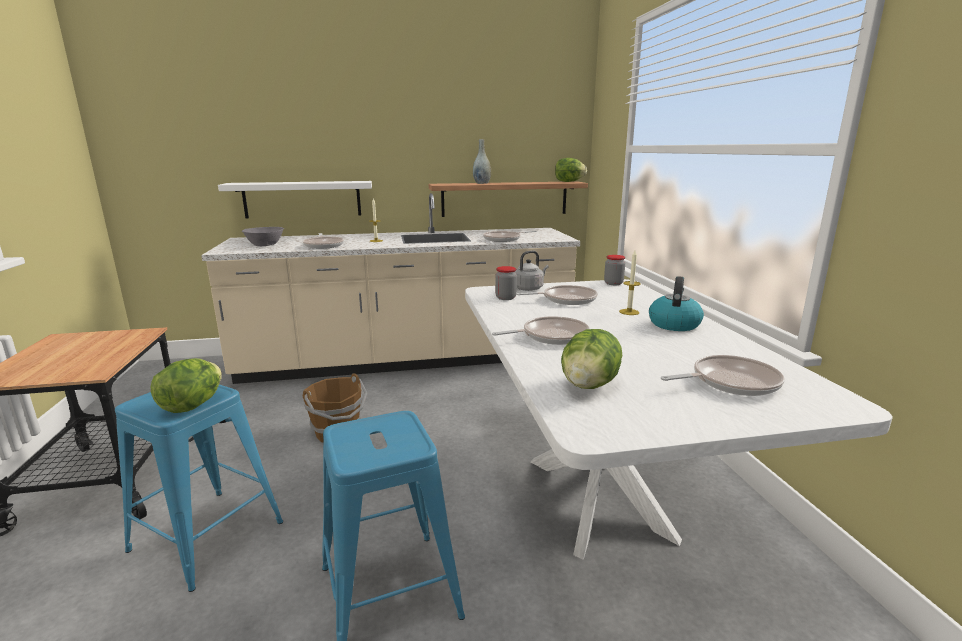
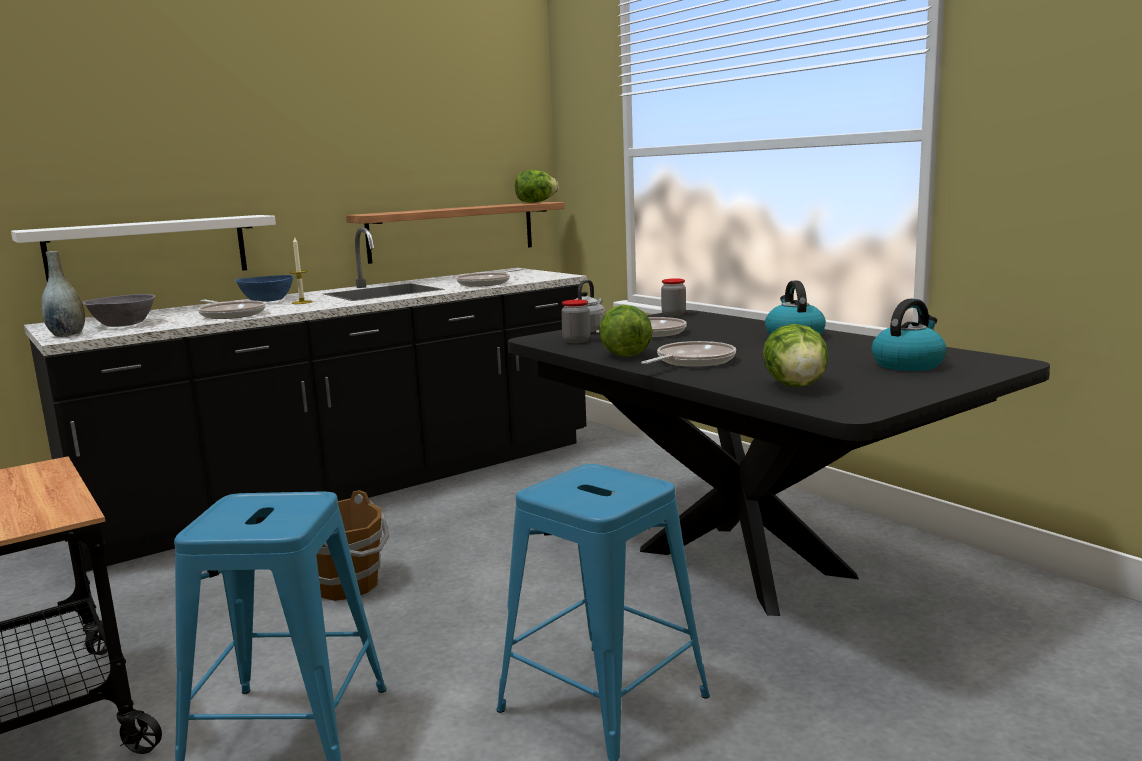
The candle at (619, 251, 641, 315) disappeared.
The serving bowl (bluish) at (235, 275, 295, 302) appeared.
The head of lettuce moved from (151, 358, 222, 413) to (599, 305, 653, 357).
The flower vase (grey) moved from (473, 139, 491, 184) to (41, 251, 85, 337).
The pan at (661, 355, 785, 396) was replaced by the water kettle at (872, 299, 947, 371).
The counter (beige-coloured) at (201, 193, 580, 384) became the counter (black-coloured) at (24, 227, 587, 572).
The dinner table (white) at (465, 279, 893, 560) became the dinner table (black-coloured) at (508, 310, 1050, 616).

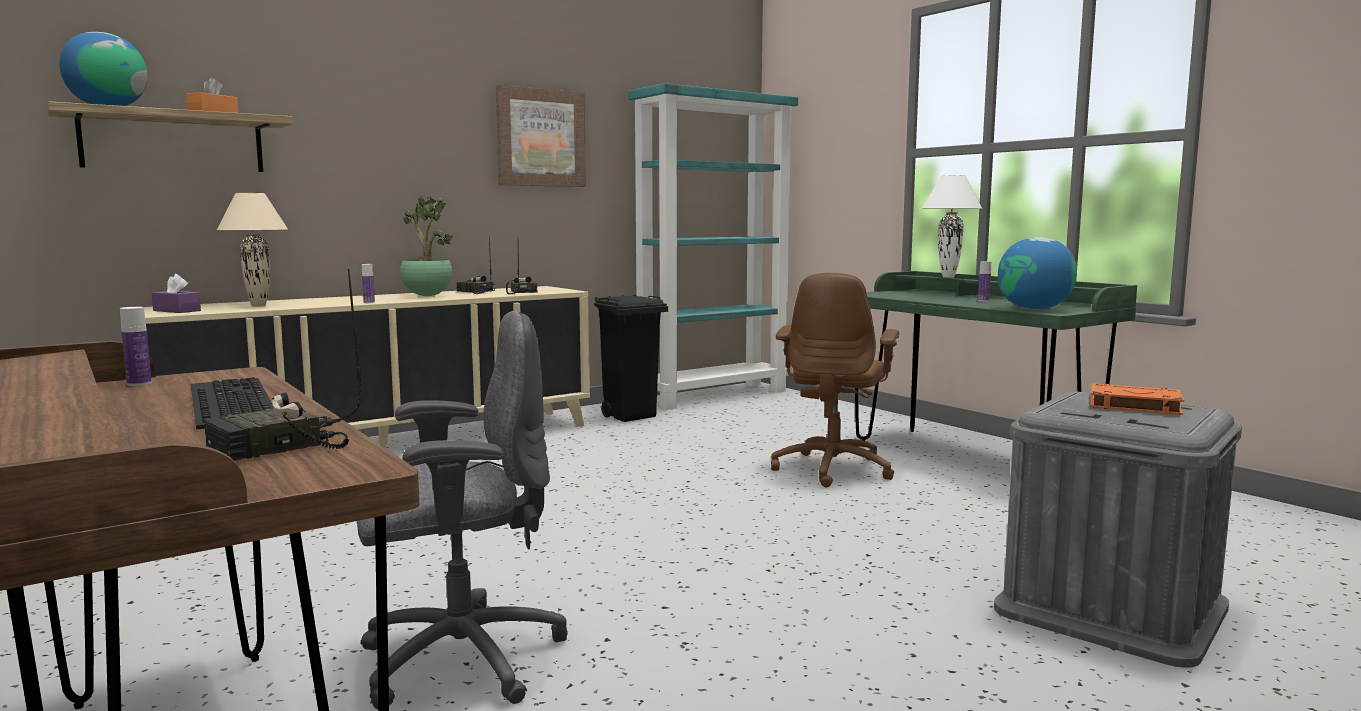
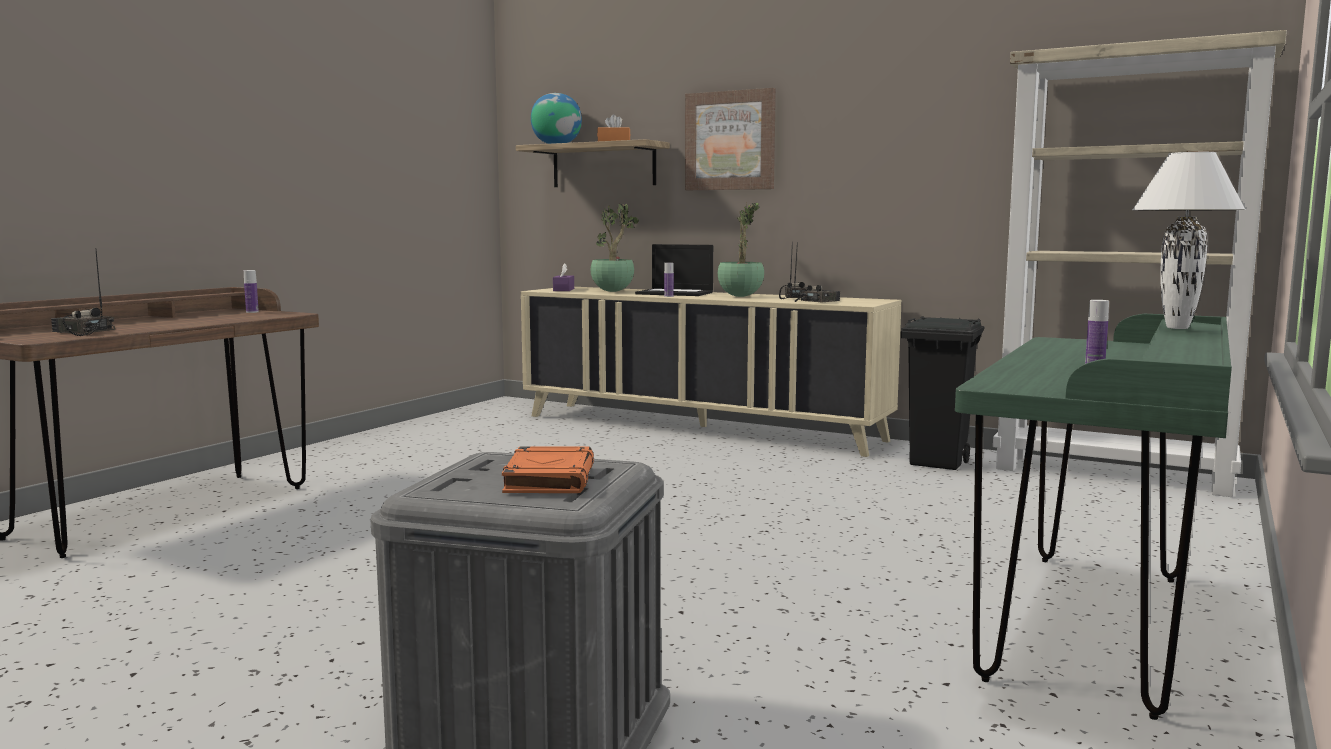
The PC keyboard at (191, 377, 273, 429) disappeared.
The office chair (grey) at (357, 311, 568, 709) disappeared.
The office chair (brownish) at (771, 273, 899, 488) disappeared.
The globe at (998, 237, 1077, 310) disappeared.
The laptop at (635, 244, 713, 296) appeared.
The wall art moved from (496, 85, 586, 187) to (685, 88, 776, 190).
The lamp for a table (beige-coloured) at (217, 193, 288, 306) was replaced by the potted plant at (591, 204, 639, 292).
The bookshelf (blue-green) at (628, 83, 798, 410) became the bookshelf (beige-coloured) at (993, 30, 1287, 497).

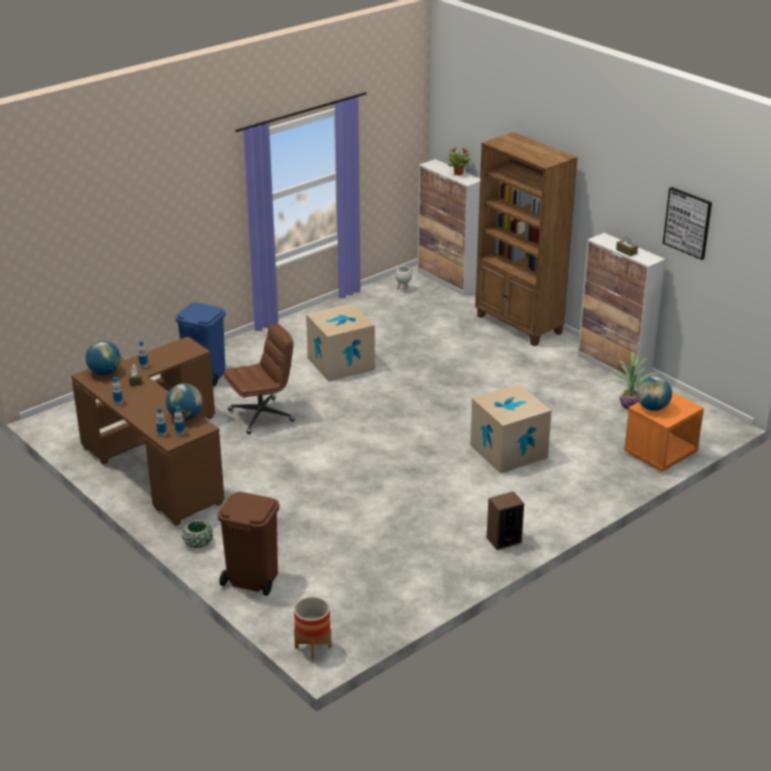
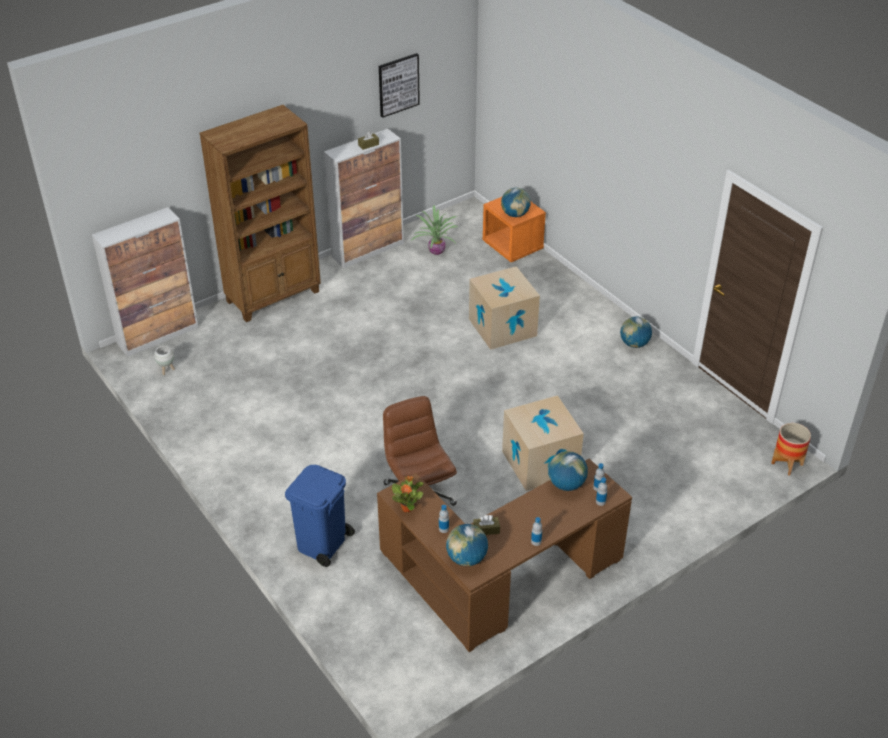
The flower pot (green) at (182, 520, 213, 548) disappeared.
The waste bin (brownish) at (218, 492, 279, 596) disappeared.
The packing box moved from (306, 303, 375, 382) to (502, 395, 584, 491).
The potted plant moved from (448, 147, 471, 175) to (392, 476, 424, 512).
The speaker at (487, 491, 524, 550) was replaced by the globe at (620, 317, 652, 348).

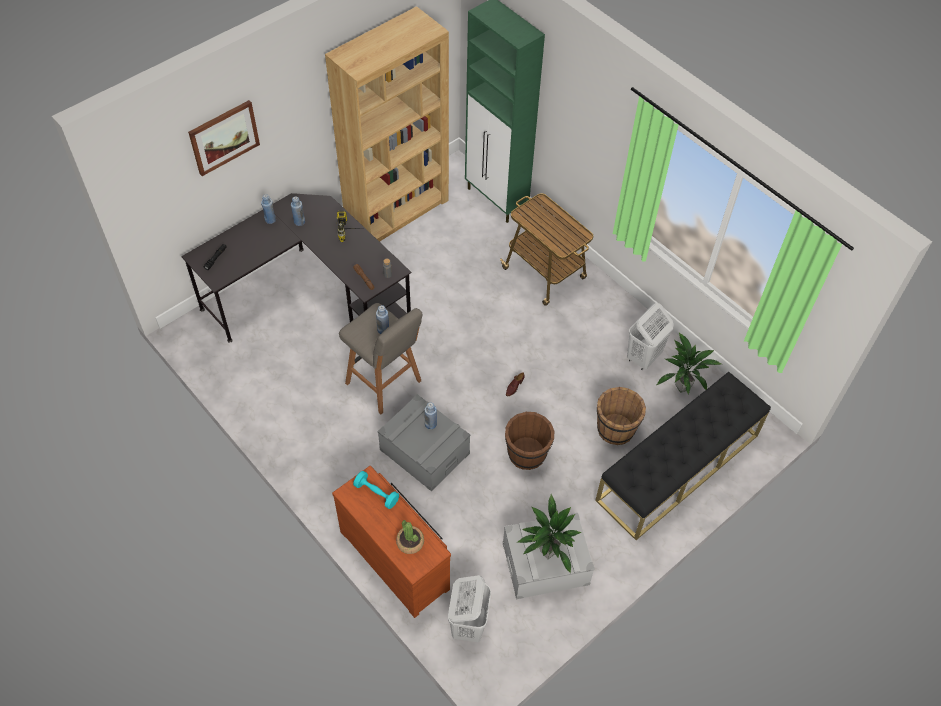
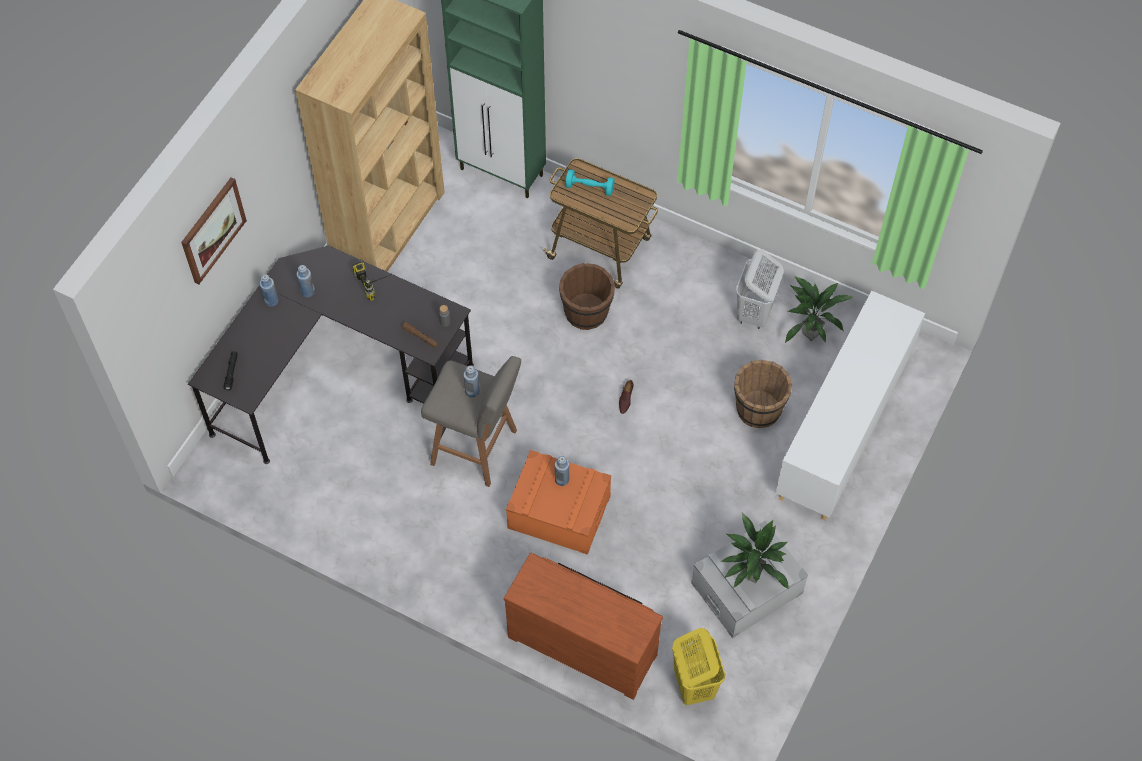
The potted plant at (396, 520, 424, 554) disappeared.
The dumbbell (blue-green) moved from (353, 471, 399, 509) to (565, 169, 615, 196).
The pail (brownish) moved from (505, 412, 554, 470) to (559, 263, 615, 330).
The long seat (black-coloured) at (595, 372, 771, 540) was replaced by the storage cabinet (white) at (776, 291, 925, 520).
The storage box (grey) at (378, 394, 471, 492) became the storage box (orangey) at (506, 450, 611, 555).
The laundry basket (white) at (448, 575, 491, 642) became the laundry basket (yellow-coloured) at (672, 628, 725, 705).

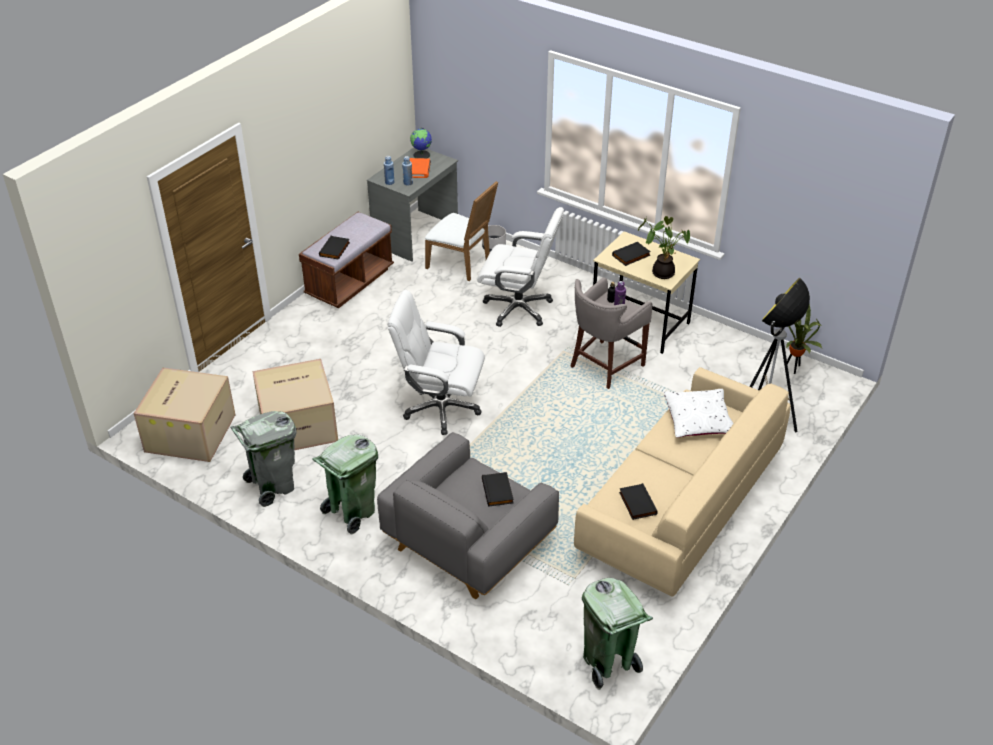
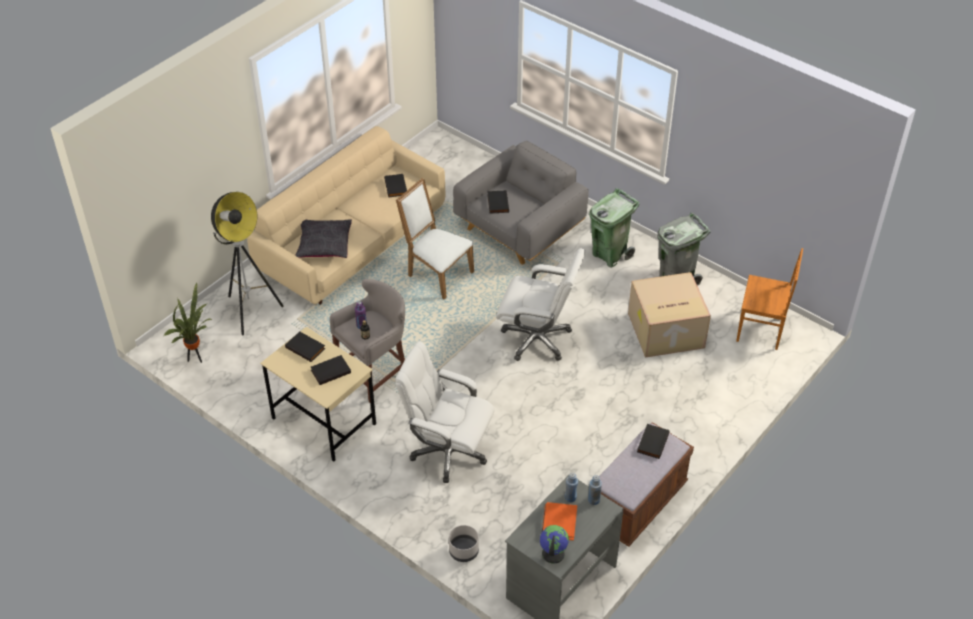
The waste bin (green) at (582, 578, 653, 690) disappeared.
The chair (white) moved from (425, 181, 498, 281) to (396, 178, 474, 300).
The packing box at (134, 368, 235, 462) was replaced by the chair (brownish) at (736, 248, 803, 350).
The potted plant at (638, 216, 690, 279) was replaced by the bound book (black-coloured) at (285, 331, 326, 362).
The cushion (white) at (664, 389, 733, 438) became the cushion (black-coloured) at (295, 220, 352, 258).

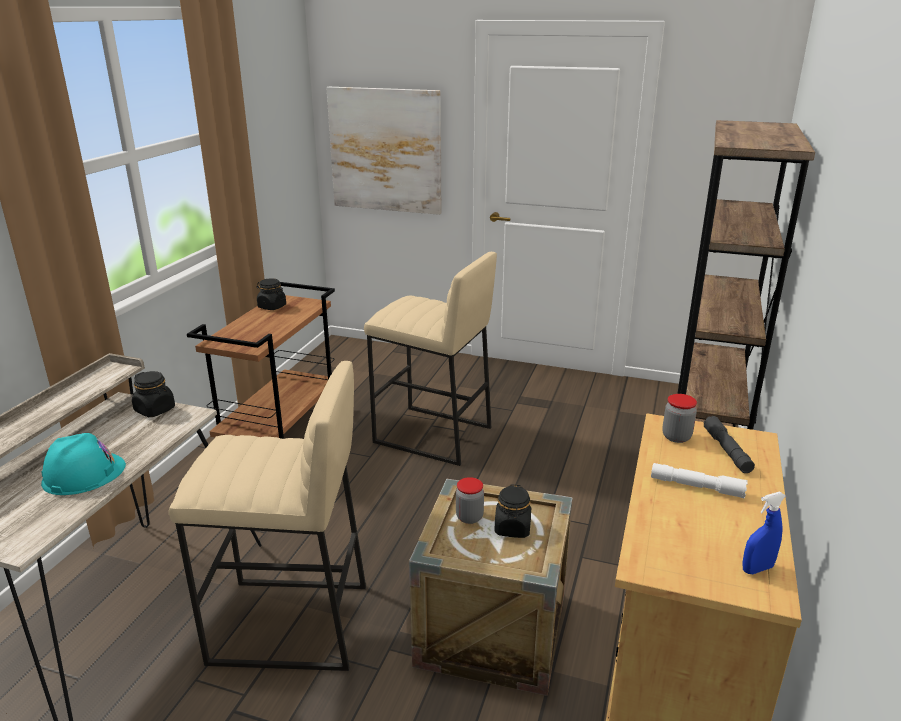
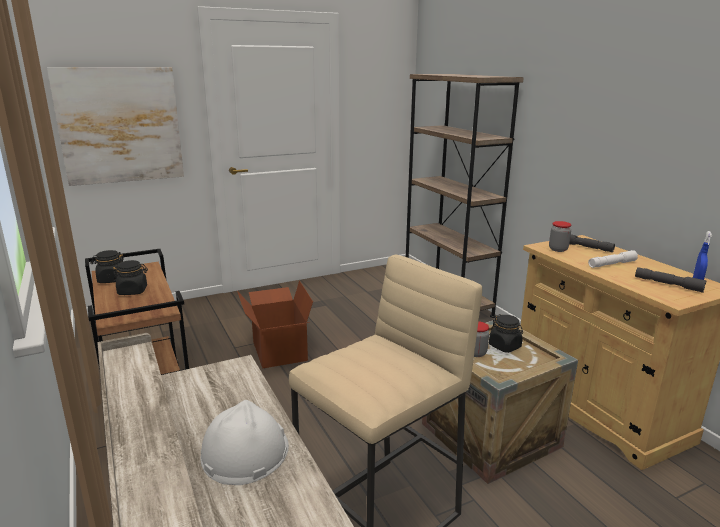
The flashlight (grey) at (635, 267, 707, 293) appeared.
The jar (black-coloured) moved from (132, 371, 175, 417) to (113, 260, 148, 295).
The stool (beige-coloured) at (364, 252, 497, 466) was replaced by the packing box at (237, 281, 313, 369).
The safety helmet (blue-green) at (41, 433, 126, 495) became the safety helmet (white) at (201, 400, 289, 485).

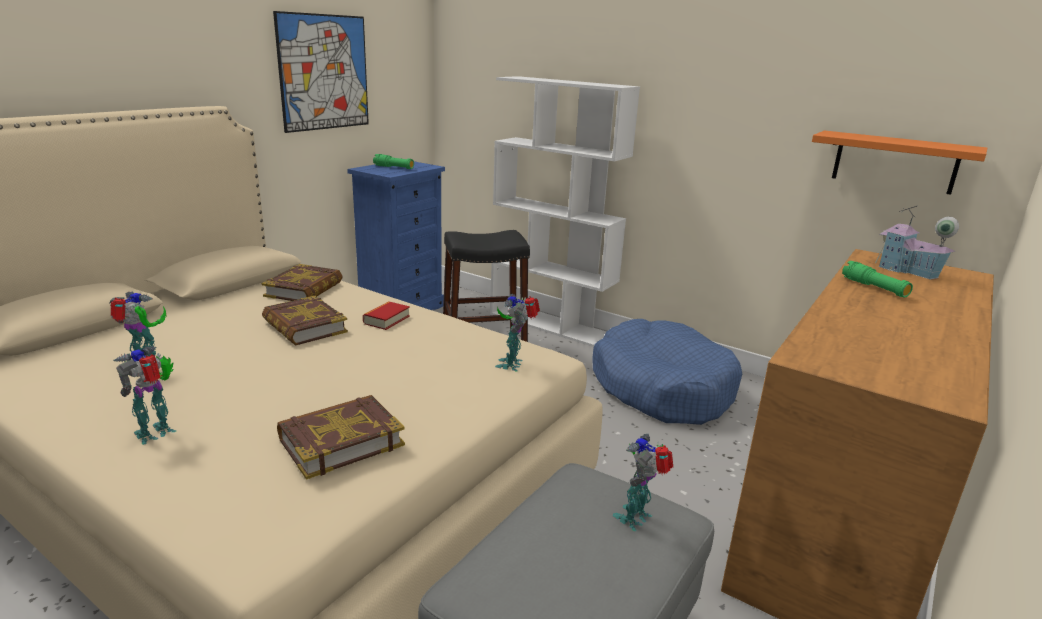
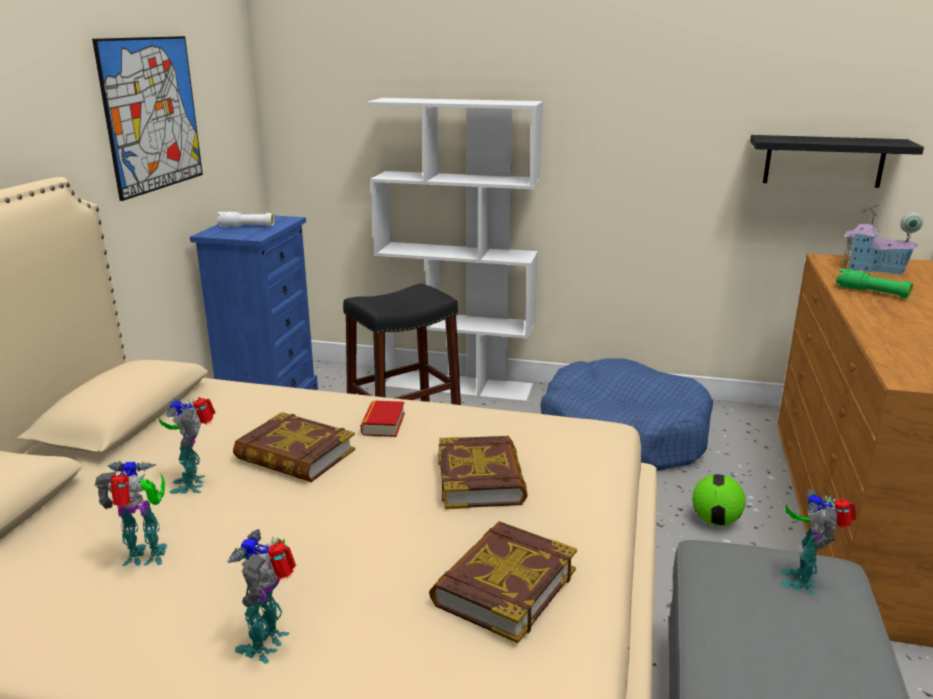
The football at (692, 474, 745, 526) appeared.
The bound book moved from (262, 264, 343, 301) to (439, 436, 528, 509).
The toy robot moved from (495, 294, 540, 372) to (159, 397, 216, 494).
The flashlight (green) at (373, 154, 414, 169) became the flashlight (white) at (217, 211, 274, 227).
The shelf (orangey) at (812, 130, 987, 195) became the shelf (black-coloured) at (750, 135, 924, 188).

